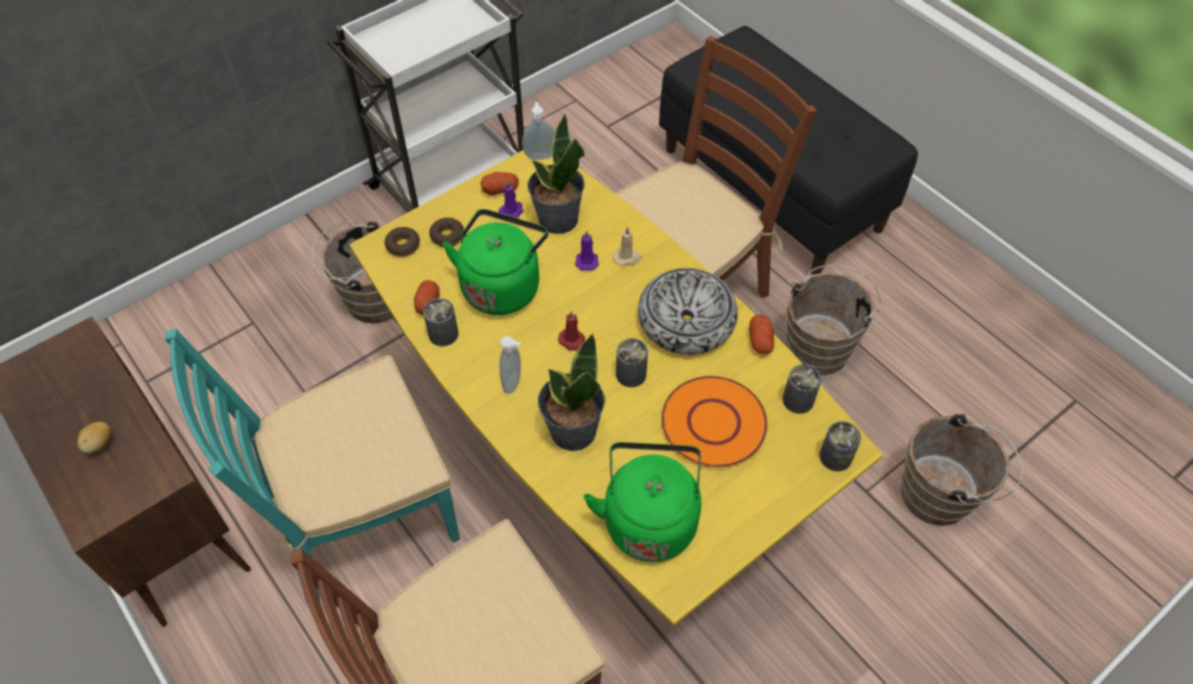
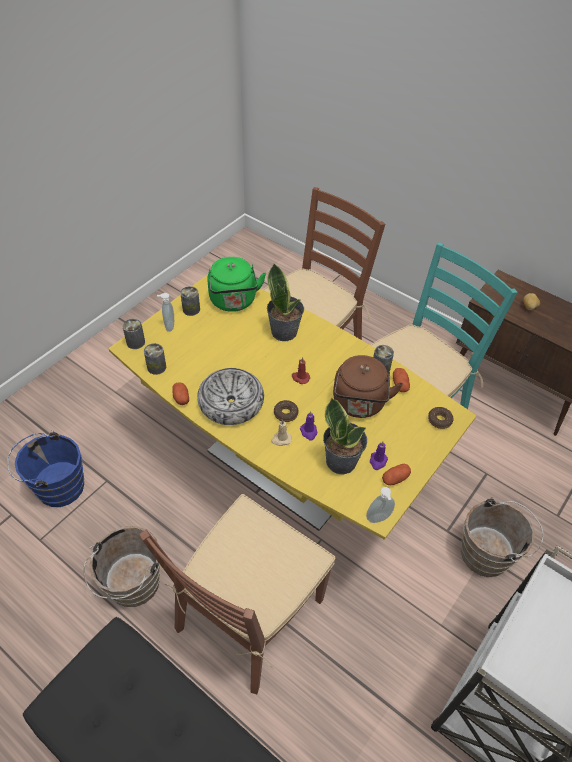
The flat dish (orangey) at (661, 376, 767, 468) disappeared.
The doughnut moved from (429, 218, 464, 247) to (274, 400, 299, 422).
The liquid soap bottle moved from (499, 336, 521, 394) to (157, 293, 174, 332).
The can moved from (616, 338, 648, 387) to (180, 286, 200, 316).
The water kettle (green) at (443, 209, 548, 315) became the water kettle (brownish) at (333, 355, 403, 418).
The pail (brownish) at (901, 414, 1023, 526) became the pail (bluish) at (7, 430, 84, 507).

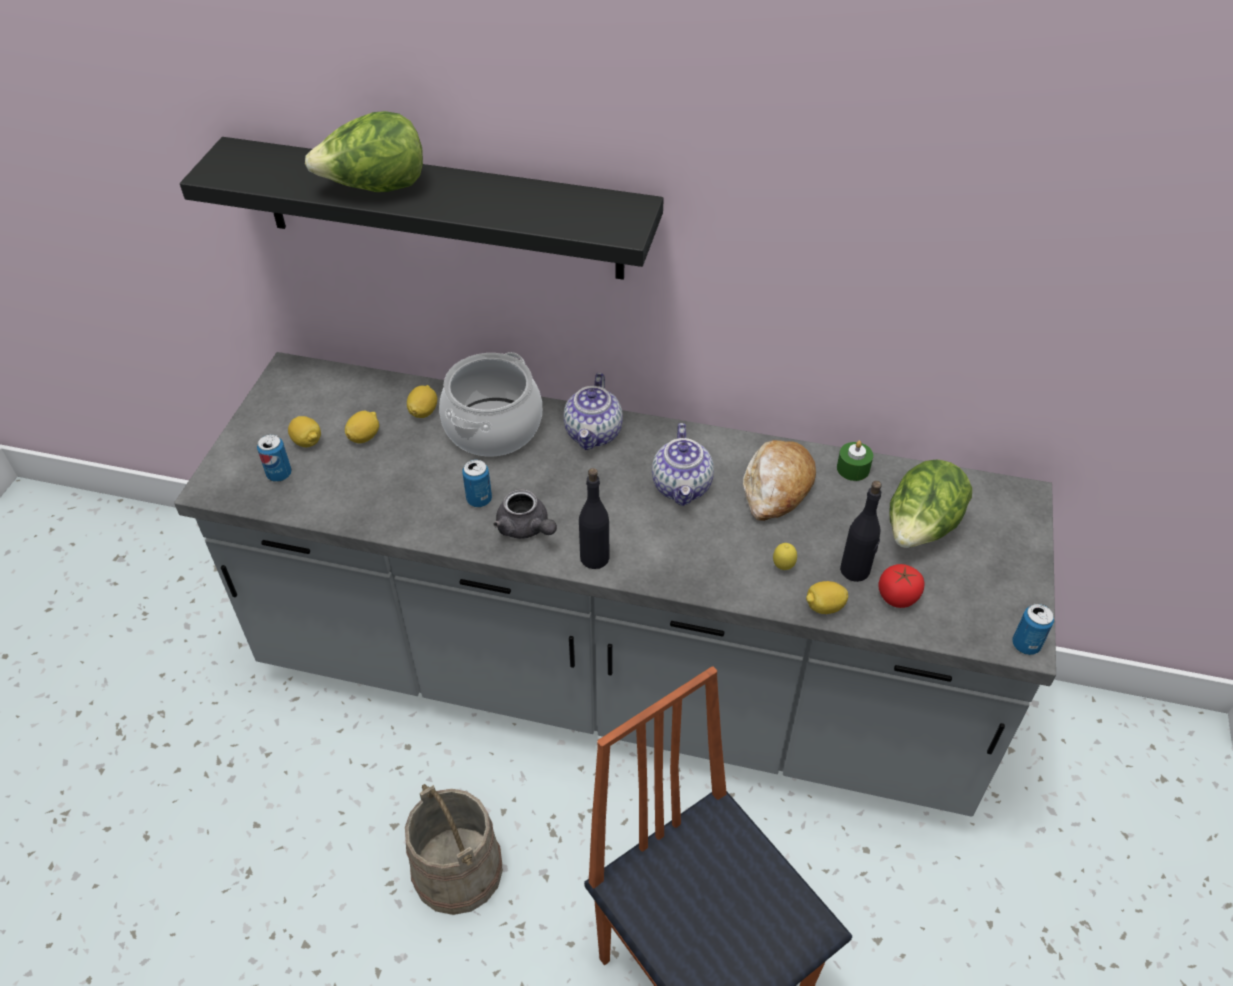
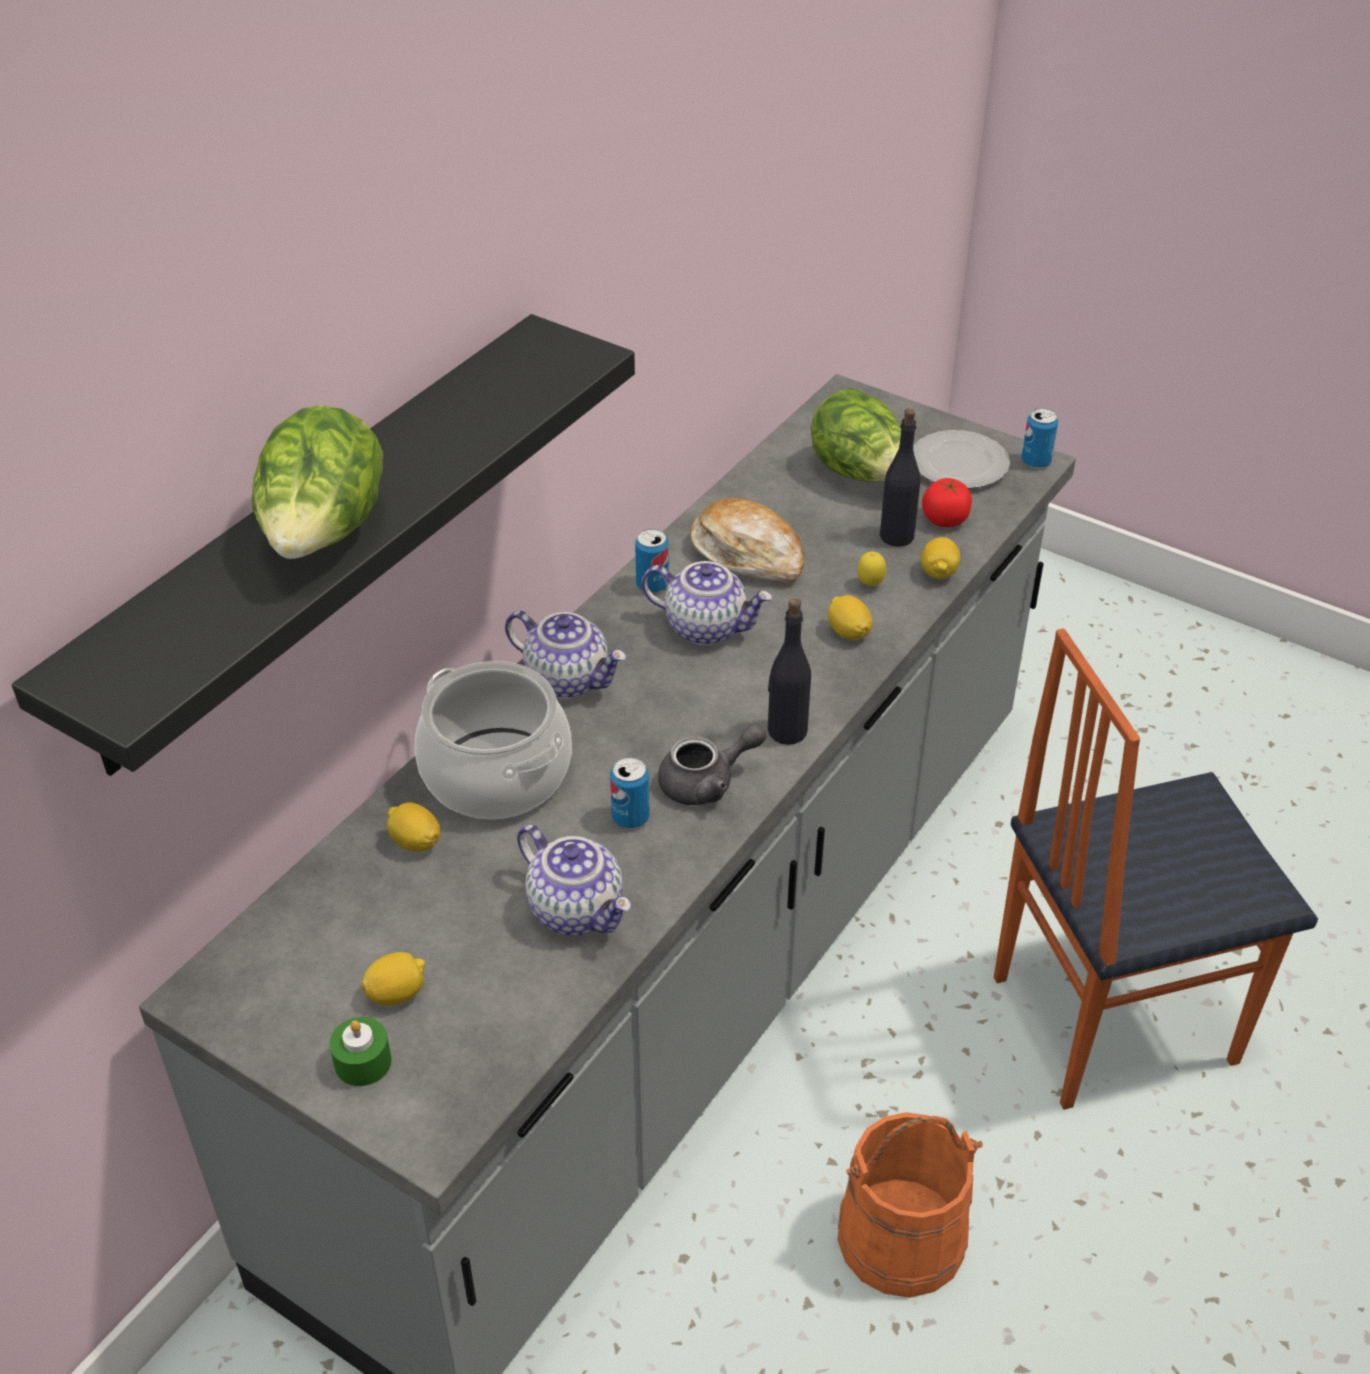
The pot for tea at (517, 824, 631, 935) appeared.
The flat dish at (913, 430, 1010, 489) appeared.
The can moved from (257, 434, 292, 482) to (635, 529, 669, 593).
The citrus fruit moved from (345, 411, 379, 443) to (828, 595, 873, 640).
The candle (green) moved from (837, 441, 873, 481) to (329, 1017, 392, 1086).
The pail (beige-coloured) at (405, 784, 503, 915) became the pail (orangey) at (837, 1112, 983, 1298).

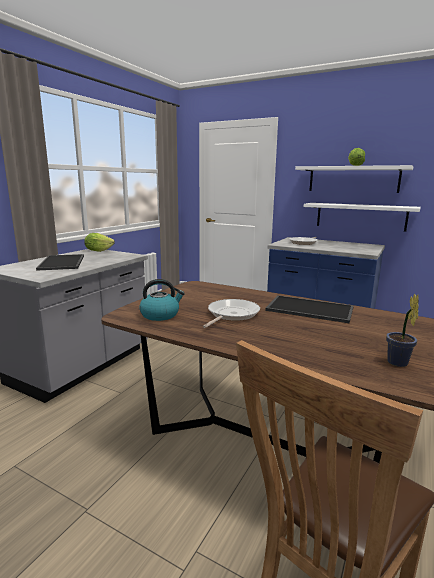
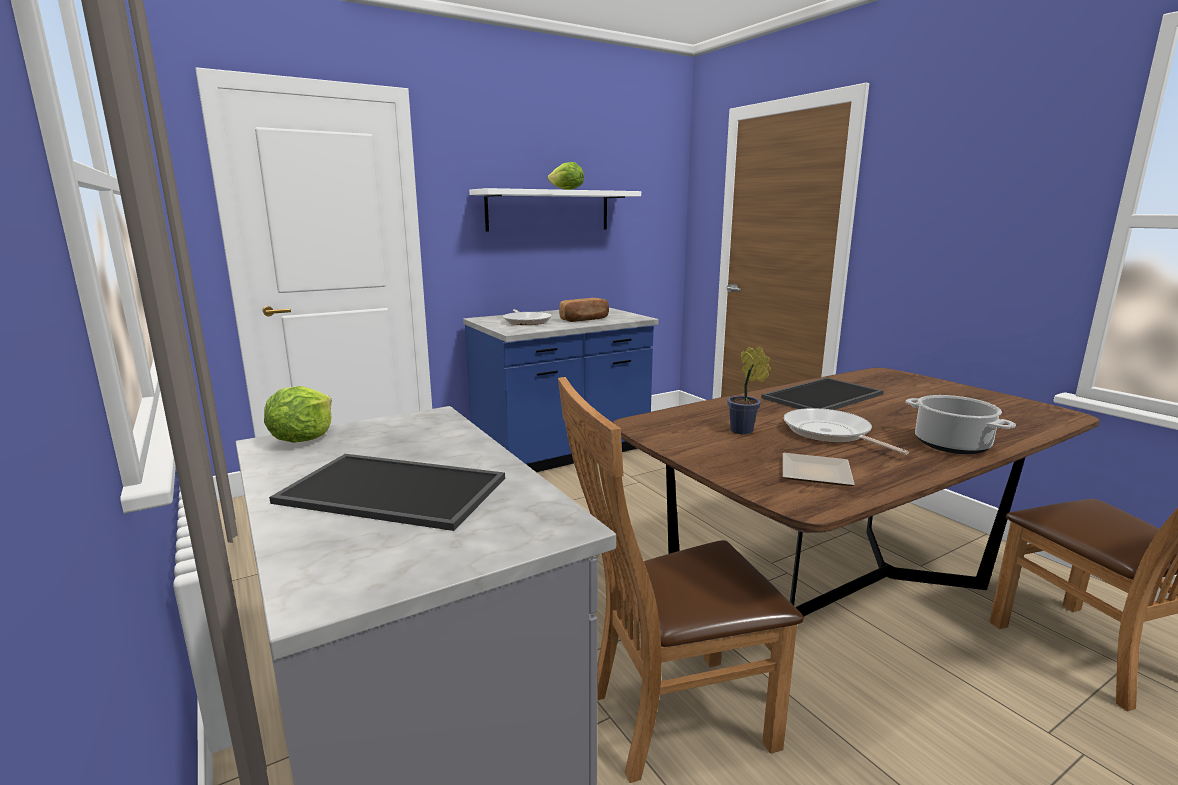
The shelf (white) at (304, 203, 421, 232) disappeared.
The chair (brownish) at (558, 377, 804, 783) appeared.
The bakery bread at (559, 298, 609, 322) appeared.
The stockpot at (906, 395, 1016, 454) appeared.
The potted plant moved from (386, 293, 419, 367) to (727, 346, 771, 434).
The water kettle at (139, 279, 185, 321) was replaced by the flat dish at (783, 453, 855, 486).

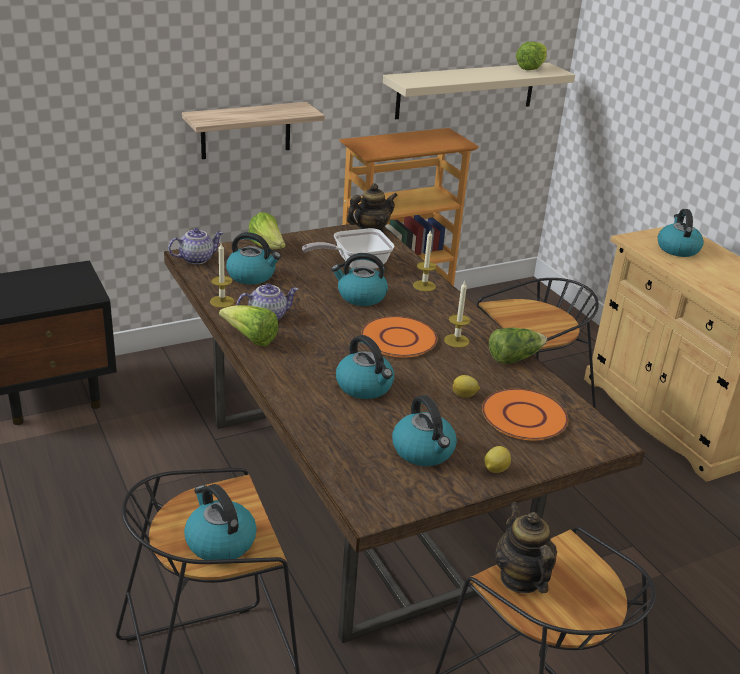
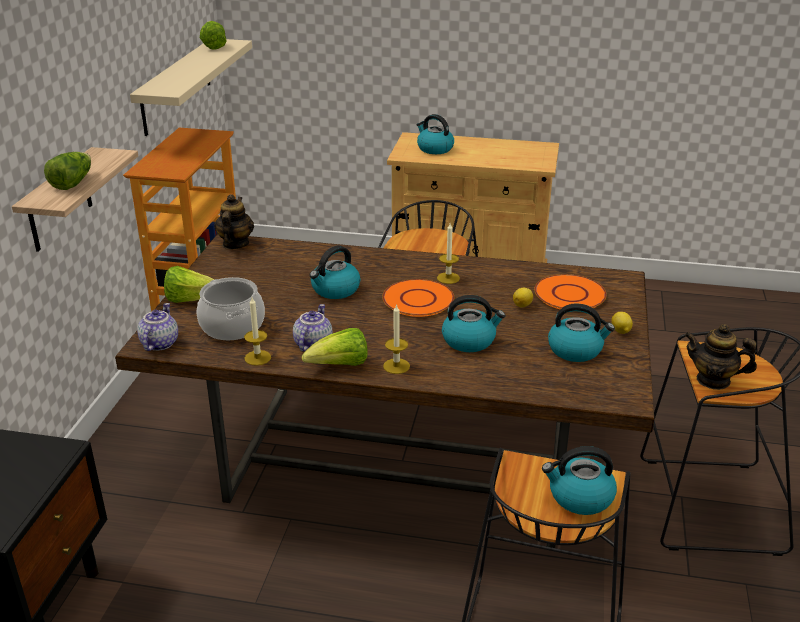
The pan at (302, 228, 394, 269) disappeared.
The candle moved from (413, 229, 436, 292) to (383, 304, 410, 374).
The head of lettuce moved from (489, 328, 547, 364) to (44, 152, 91, 190).
The water kettle at (226, 232, 281, 285) was replaced by the stockpot at (197, 277, 265, 340).

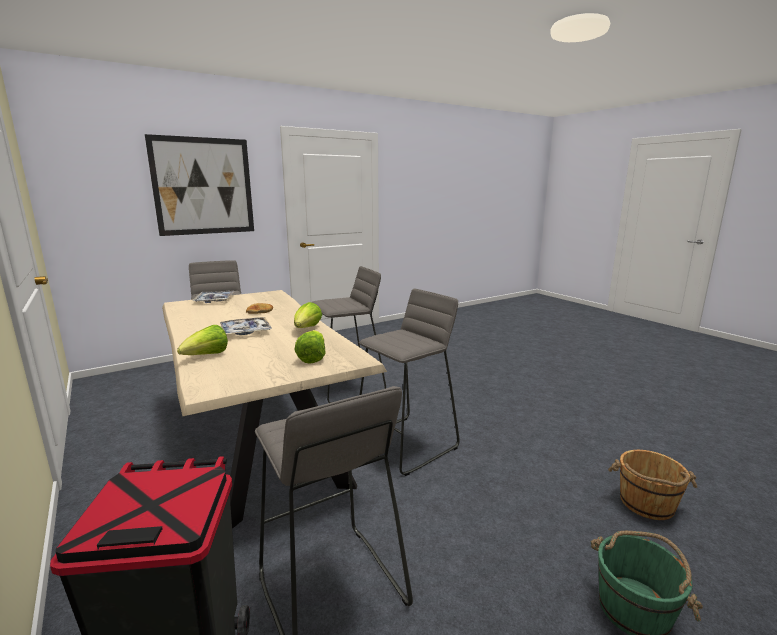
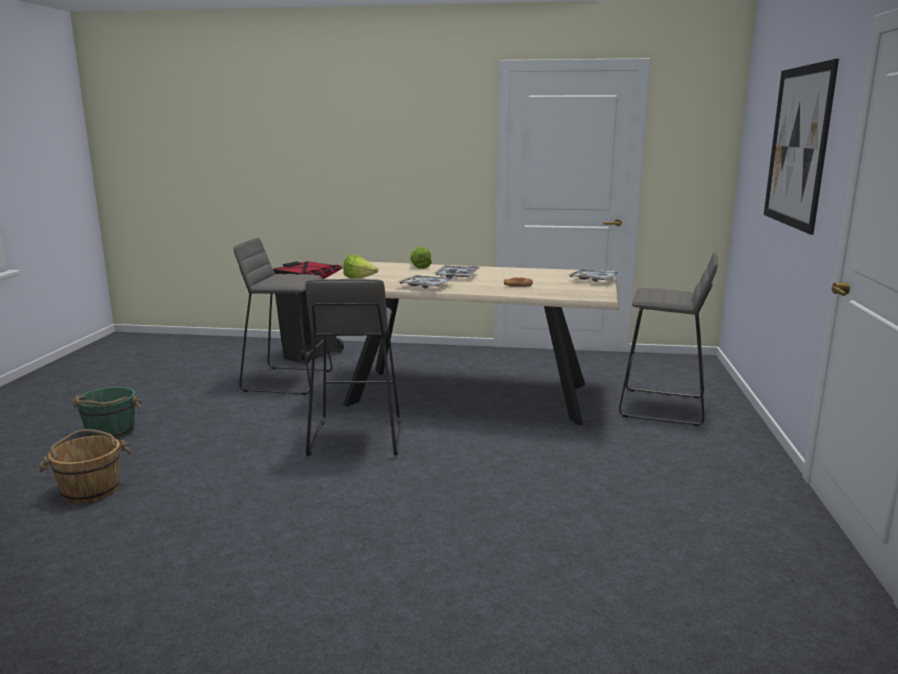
The stool (grey) at (311, 266, 386, 403) disappeared.
The head of lettuce at (294, 302, 322, 328) was replaced by the carrying tray at (398, 275, 454, 289).

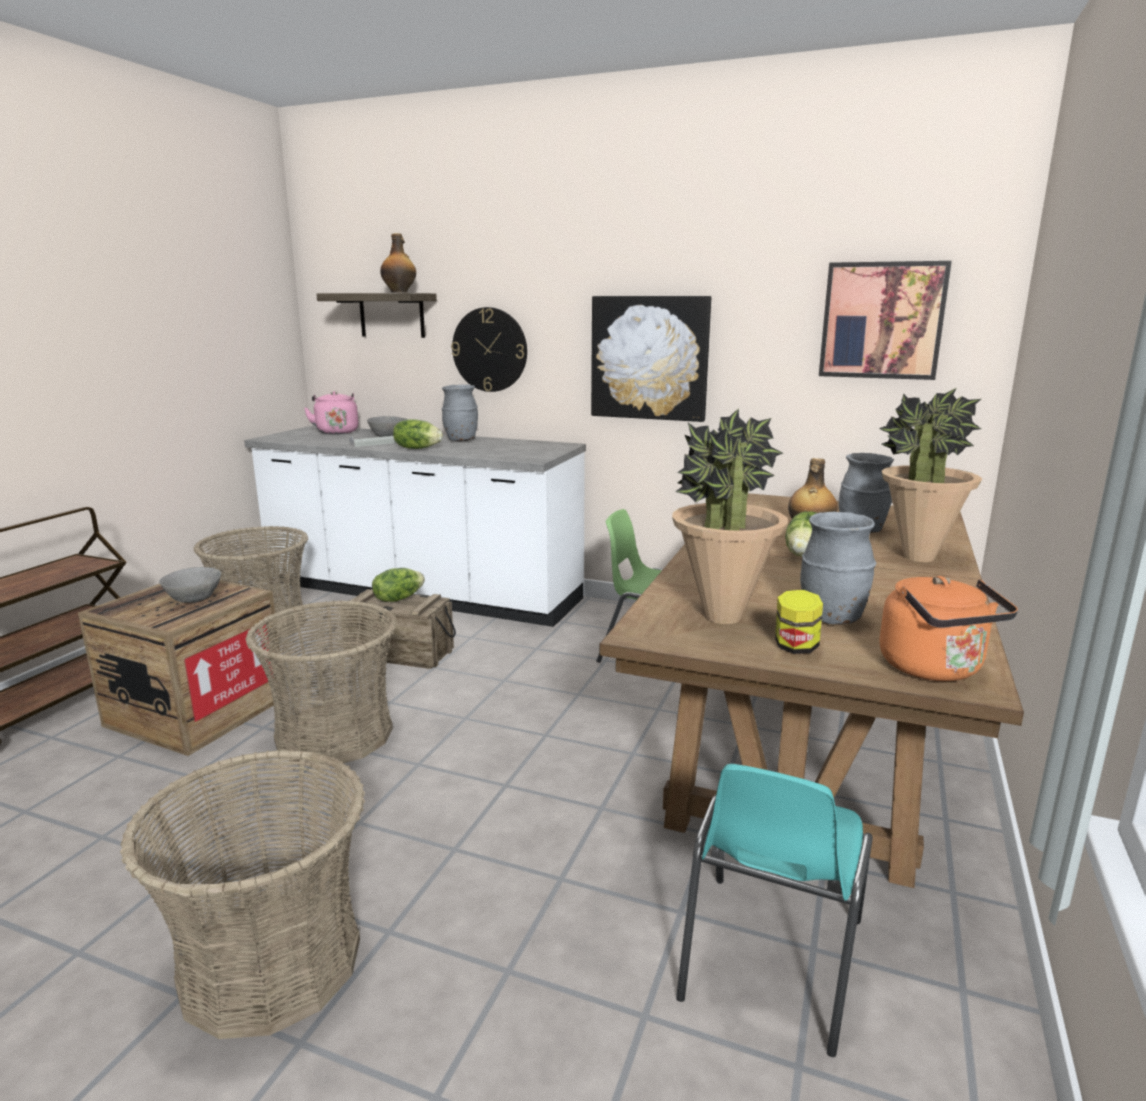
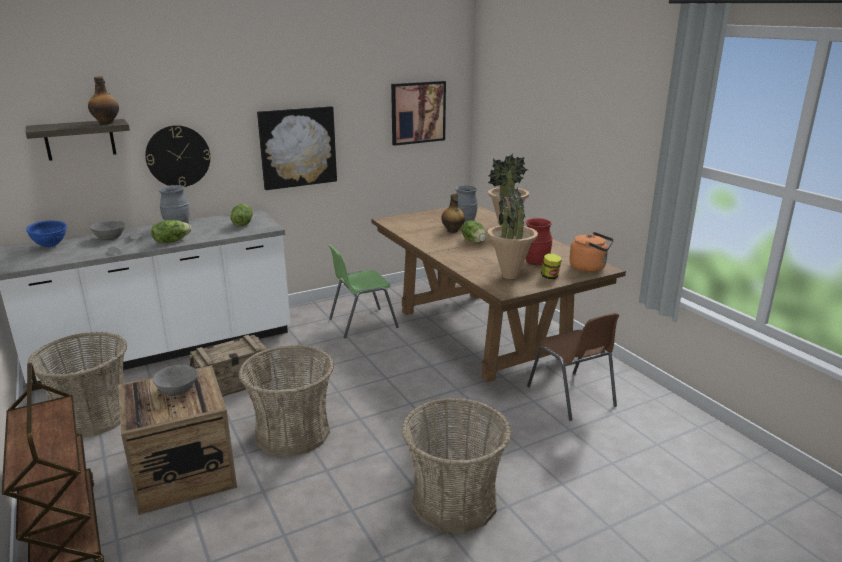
The head of lettuce moved from (372, 568, 425, 602) to (230, 204, 253, 226).
The water kettle (pink) at (304, 391, 358, 434) was replaced by the serving bowl (bluish) at (26, 220, 67, 247).
The chair (blue-green) at (676, 764, 873, 1057) became the chair (brownish) at (527, 313, 619, 421).
The flower vase (grey) at (800, 512, 876, 625) became the flower vase (red) at (525, 218, 553, 265).

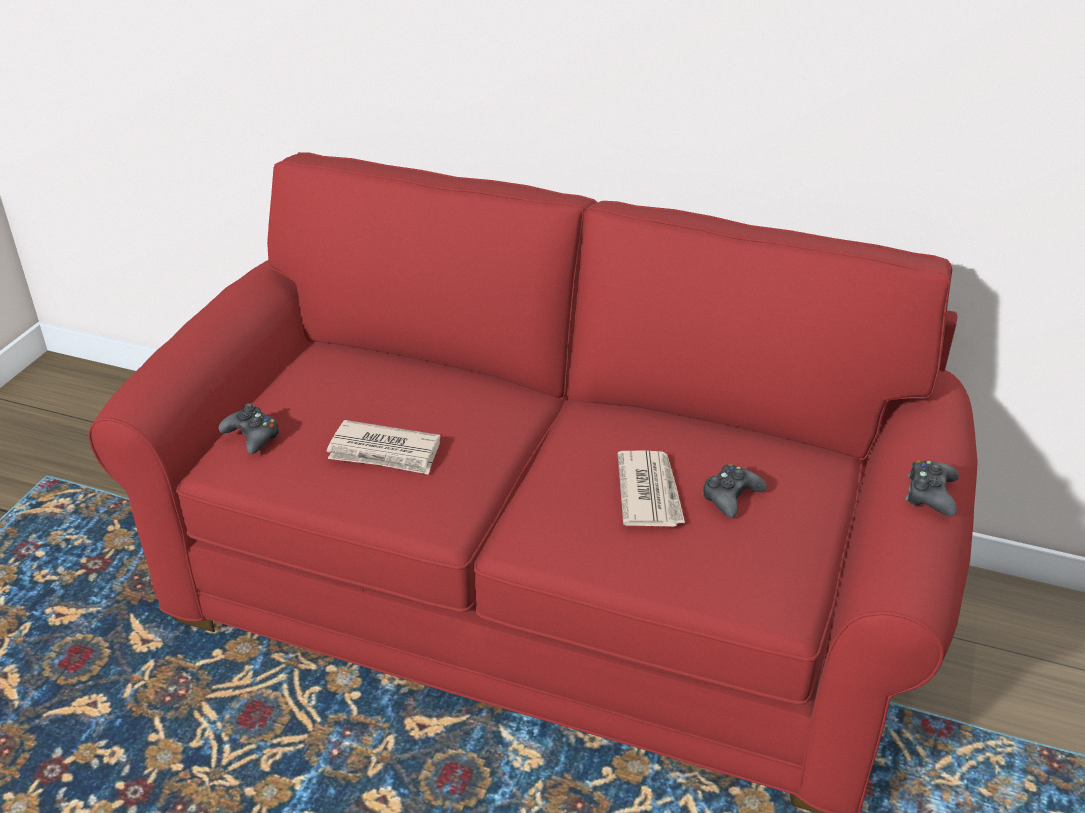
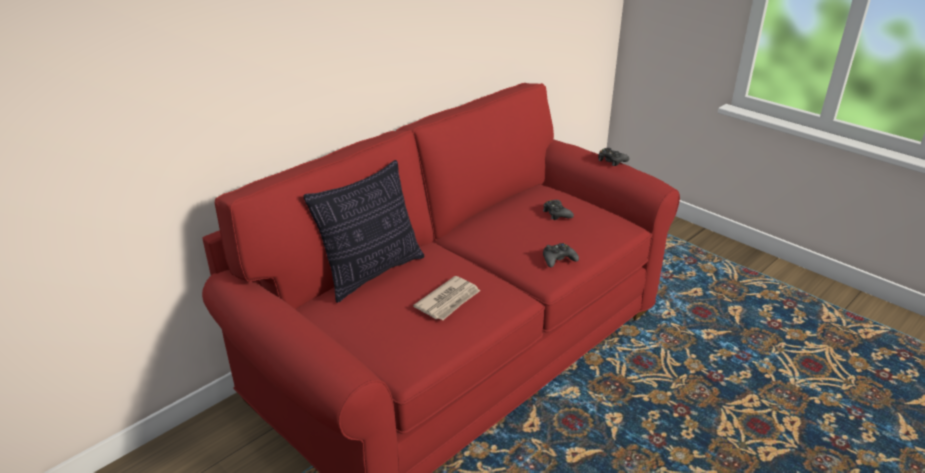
The newspaper at (618, 451, 685, 527) disappeared.
The cushion at (303, 160, 424, 303) appeared.
The game controller (black-coloured) moved from (219, 403, 280, 454) to (543, 243, 579, 268).

